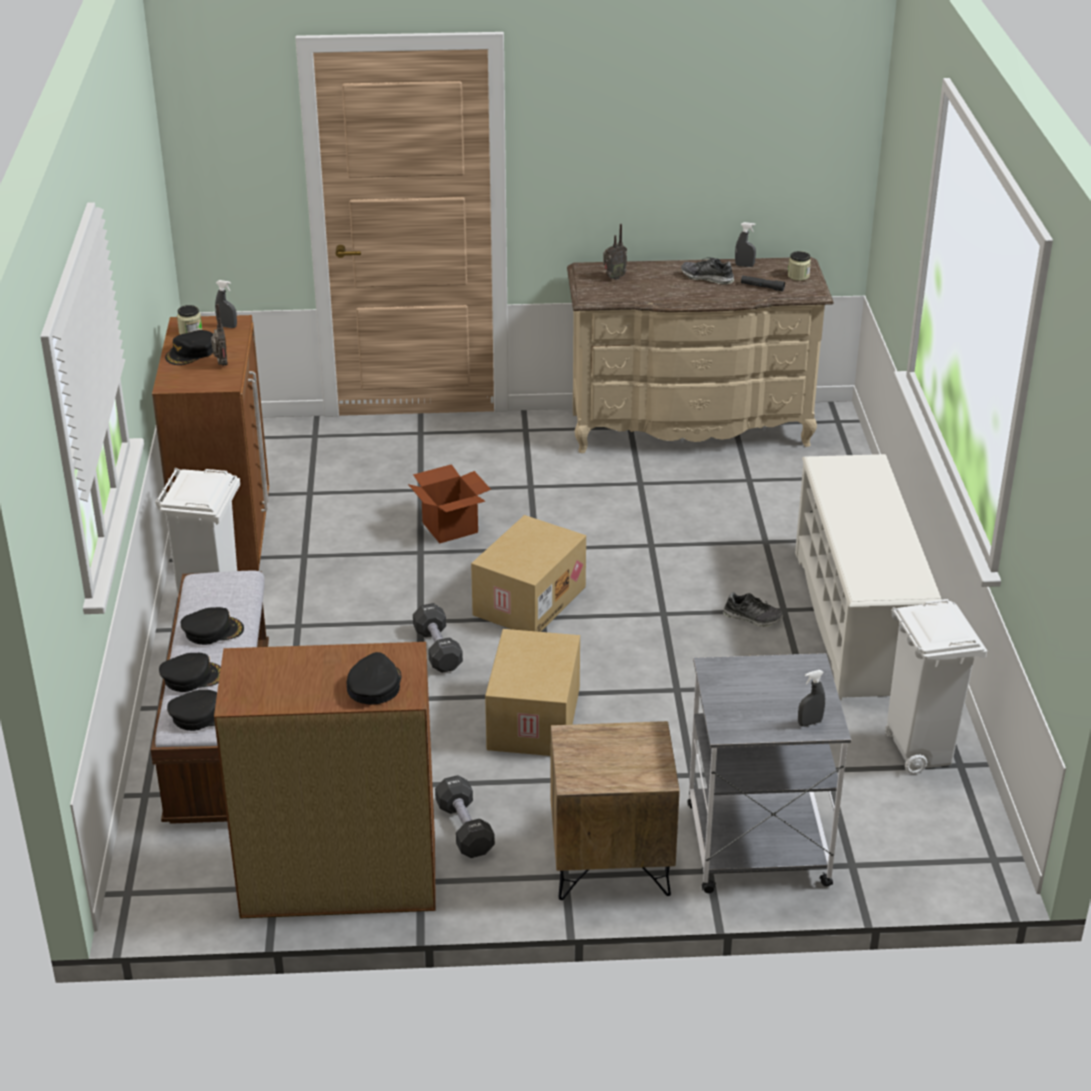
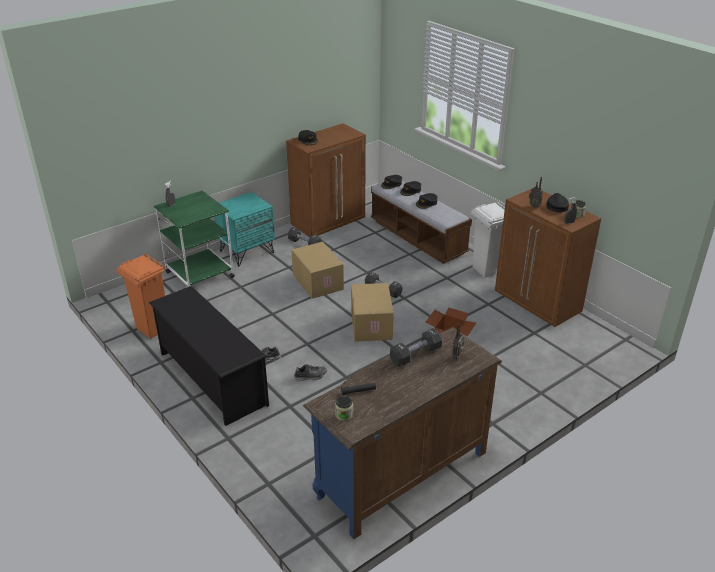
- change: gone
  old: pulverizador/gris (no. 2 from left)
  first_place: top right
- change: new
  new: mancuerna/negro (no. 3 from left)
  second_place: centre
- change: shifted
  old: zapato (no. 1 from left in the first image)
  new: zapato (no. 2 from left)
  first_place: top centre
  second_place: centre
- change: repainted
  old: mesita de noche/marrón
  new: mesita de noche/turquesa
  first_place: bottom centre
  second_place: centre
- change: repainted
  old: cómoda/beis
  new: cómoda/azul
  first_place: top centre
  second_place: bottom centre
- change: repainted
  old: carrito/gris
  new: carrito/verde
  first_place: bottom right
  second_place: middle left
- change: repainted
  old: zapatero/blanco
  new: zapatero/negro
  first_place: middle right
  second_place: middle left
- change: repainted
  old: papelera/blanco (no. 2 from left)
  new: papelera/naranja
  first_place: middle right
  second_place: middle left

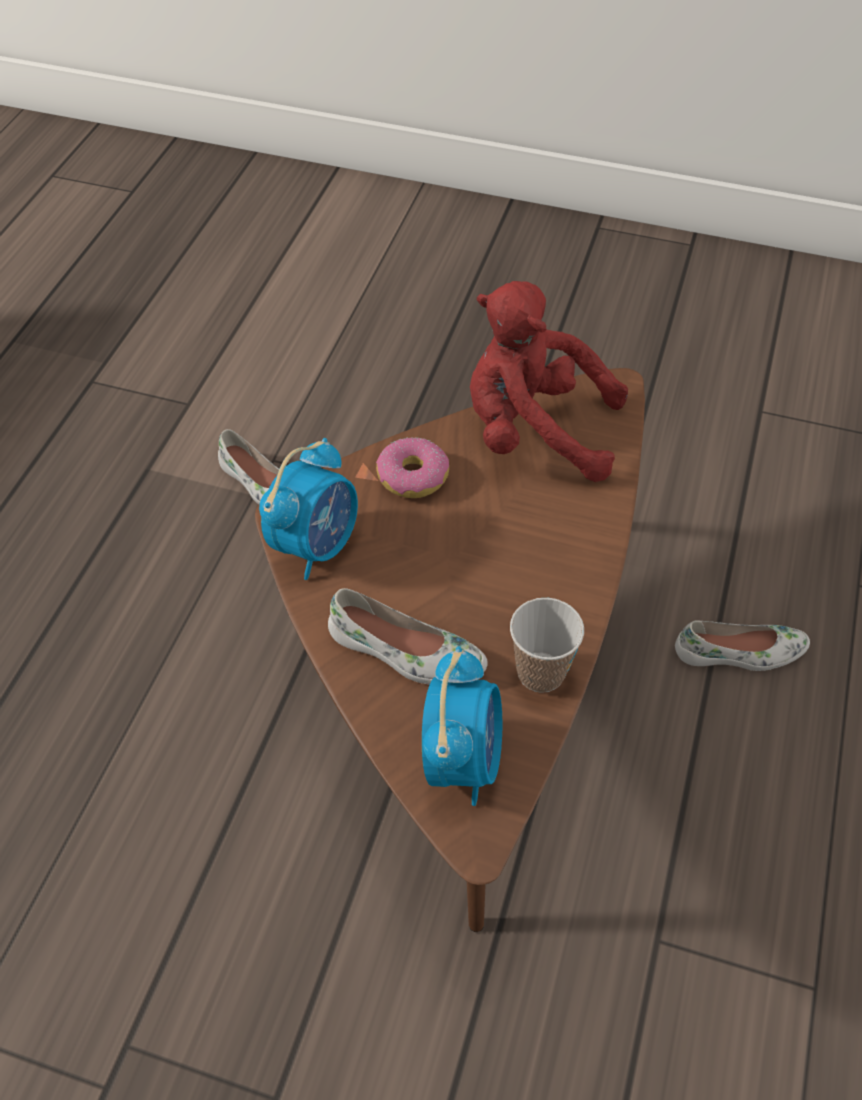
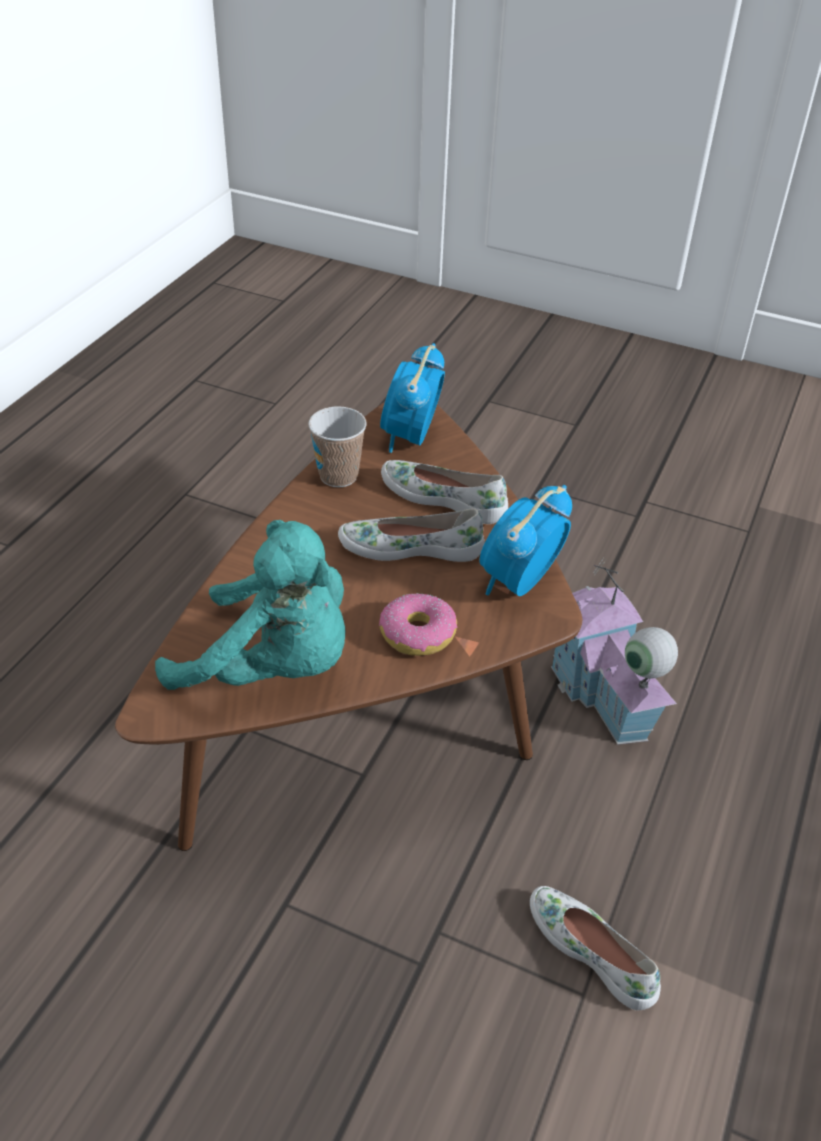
- change: new
  new: casita
  second_place: middle right
- change: shifted
  old: zapato/blanco (no. 3 from left in the first image)
  new: zapato/blanco (no. 1 from left)
  first_place: middle right
  second_place: centre
- change: repainted
  old: peluche/rojo
  new: peluche/turquesa
  first_place: centre
  second_place: middle left

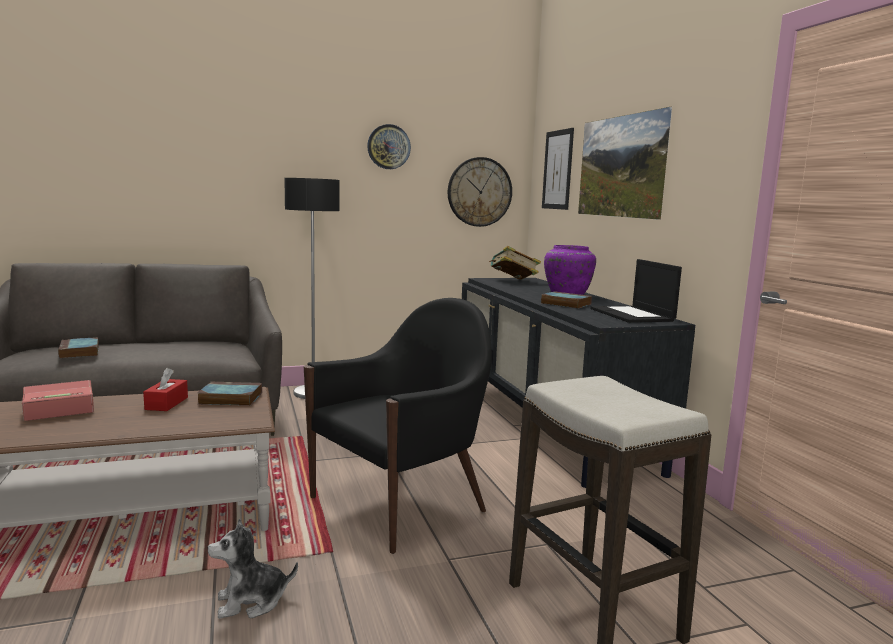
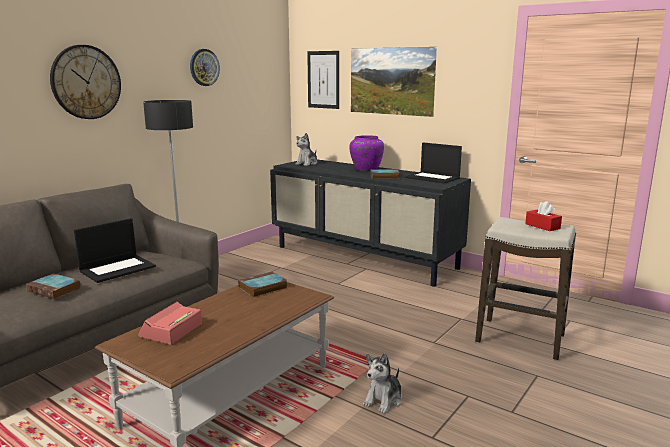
- change: gone
  old: sillón/negro
  first_place: centre
- change: new
  new: portátil (no. 1 from left)
  second_place: middle left
- change: shifted
  old: caja de pañuelos/rojo
  first_place: middle left
  second_place: middle right
- change: shifted
  old: reloj de pared (no. 2 from left in the first image)
  new: reloj de pared (no. 1 from left)
  first_place: top centre
  second_place: top left
- change: swapped
  old: libro (no. 3 from left)
  new: peluche (no. 1 from left)
  first_place: centre
  second_place: centre

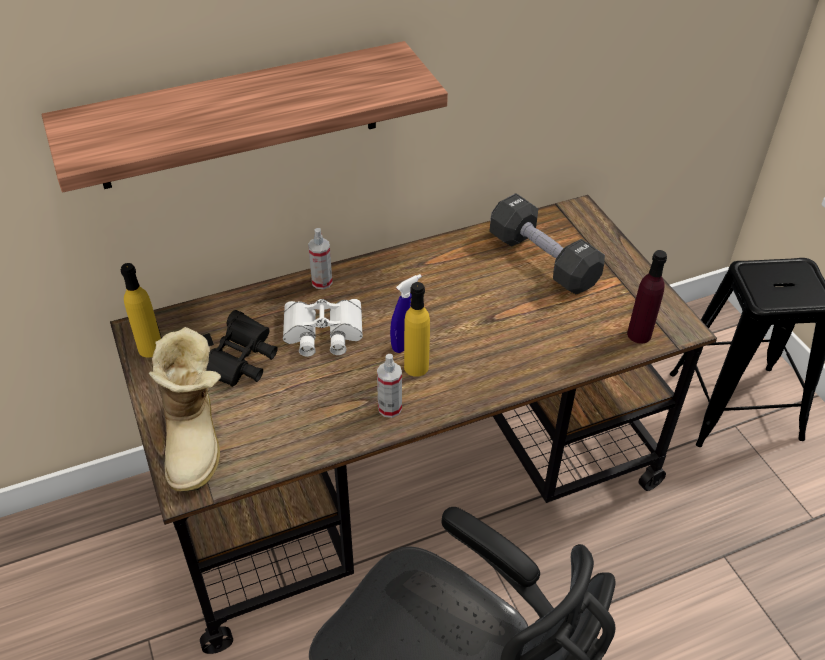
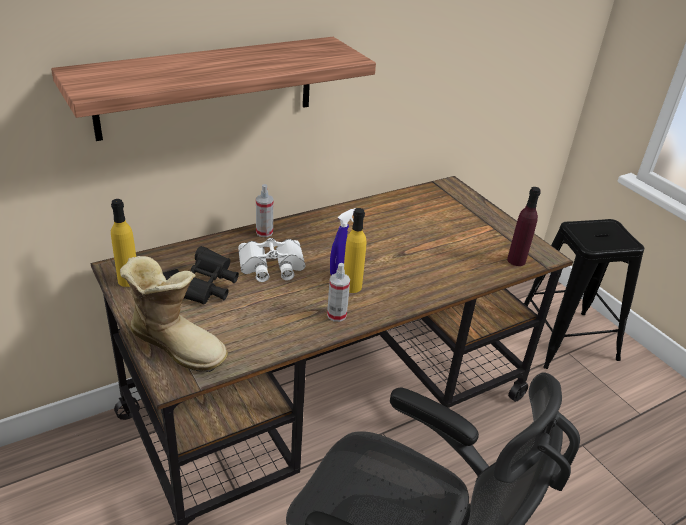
- change: gone
  old: mancuerna/negro
  first_place: centre
- change: rotated
  old: bota
  first_place: middle left
  second_place: middle left
  degrees: -45

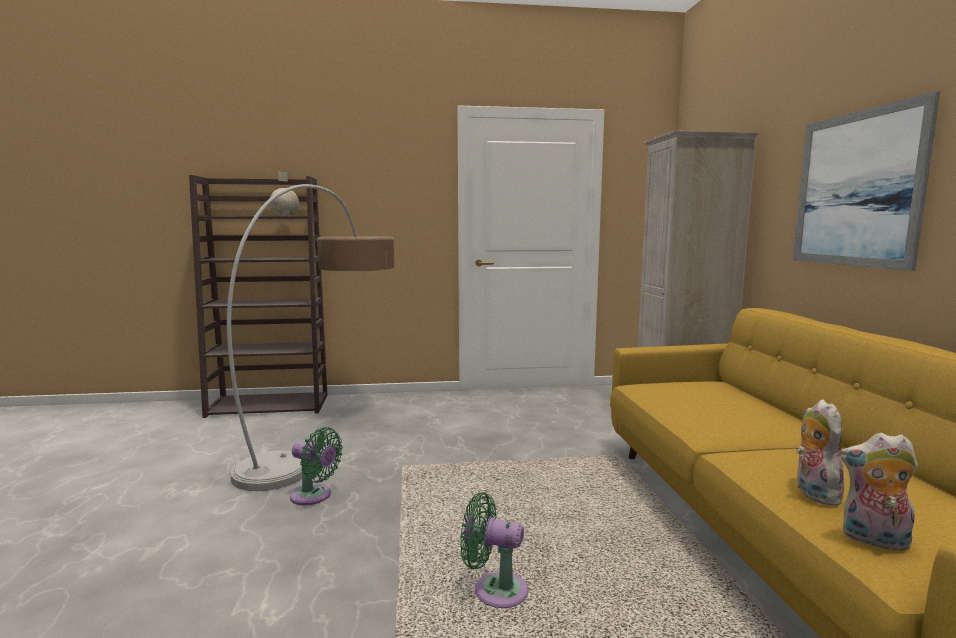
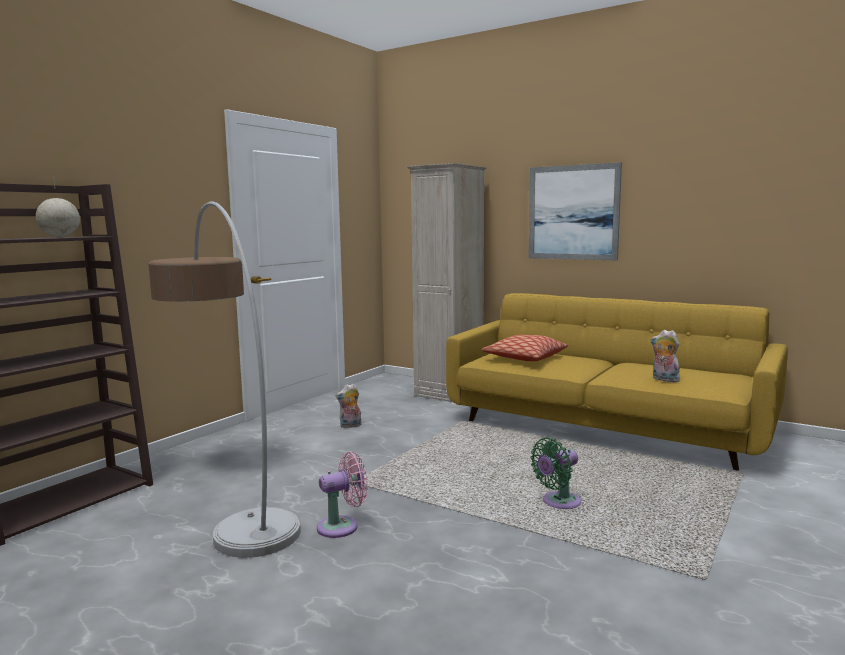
- change: new
  new: cojín
  second_place: centre
- change: shifted
  old: peluche (no. 2 from left in the first image)
  new: peluche (no. 1 from left)
  first_place: bottom right
  second_place: centre
- change: repainted
  old: ventilador/verde (no. 1 from left)
  new: ventilador/rosa
  first_place: bottom left
  second_place: bottom centre

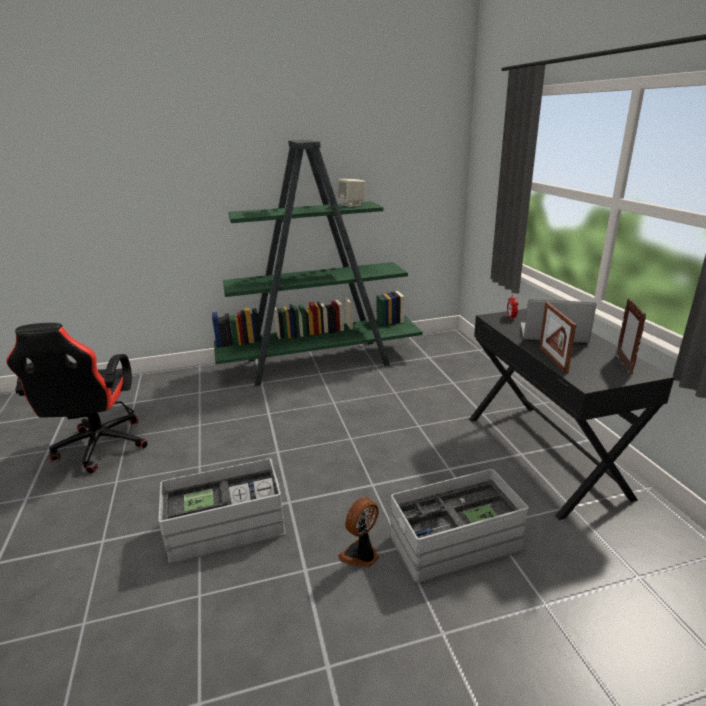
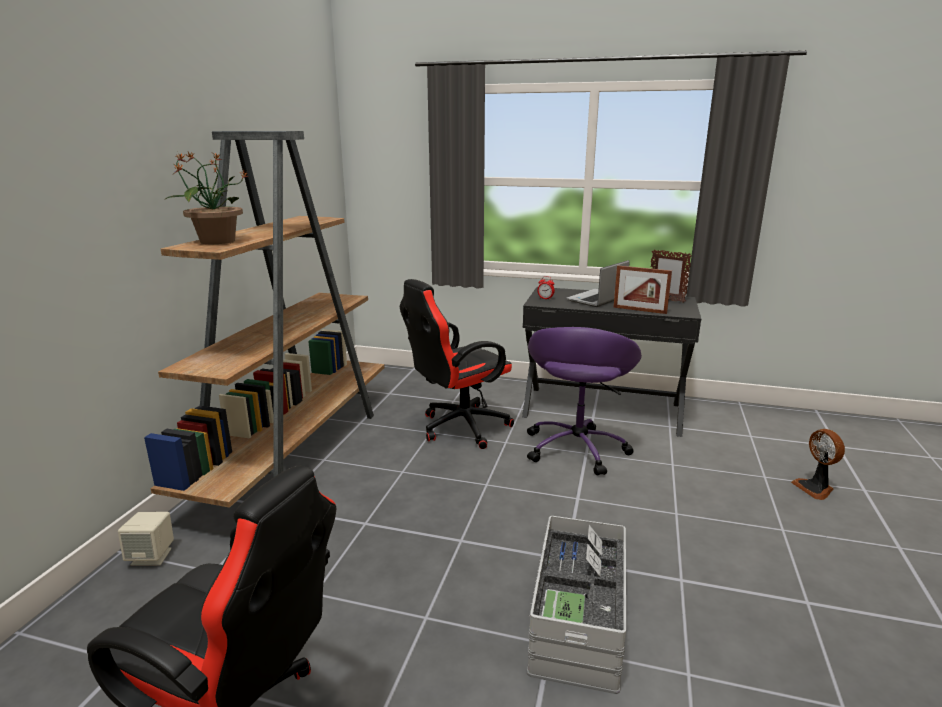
- change: gone
  old: caja de almacenaje/gris (no. 2 from left)
  first_place: bottom centre
- change: new
  new: planta en maceta
  second_place: top left
- change: new
  new: silla de oficina/negro (no. 2 from left)
  second_place: centre
- change: new
  new: silla de oficina/morado
  second_place: centre
- change: shifted
  old: altavoz/beis
  first_place: top centre
  second_place: bottom left
- change: shifted
  old: ventilador
  first_place: bottom centre
  second_place: middle right
- change: repainted
  old: estantería/verde
  new: estantería/marrón
  first_place: centre
  second_place: middle left

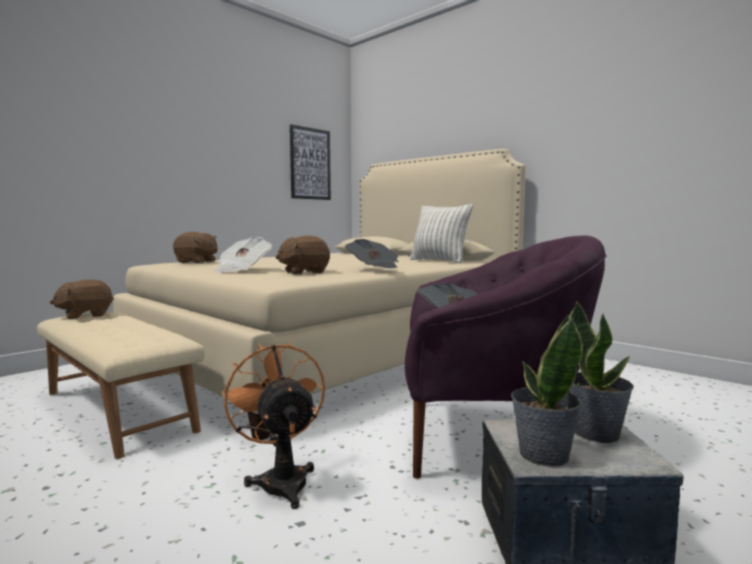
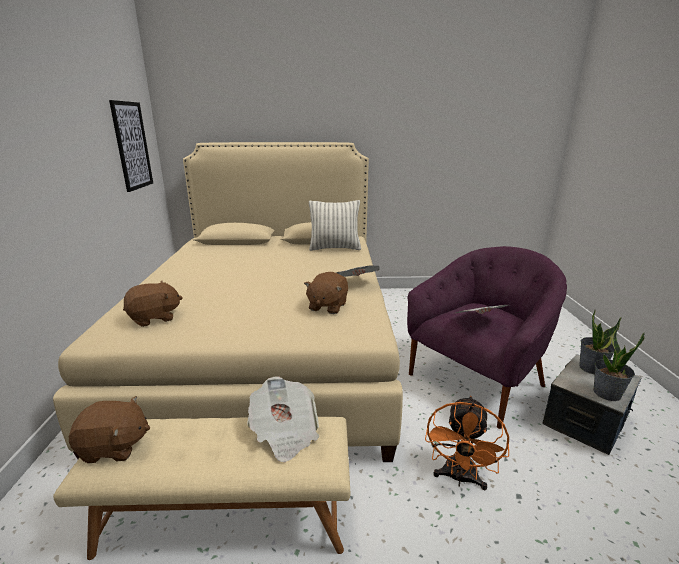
- change: shifted
  old: periódico (no. 1 from left)
  first_place: middle left
  second_place: bottom centre
- change: rotated
  old: peluche/marrón (no. 1 from left)
  first_place: middle left
  second_place: bottom left
  degrees: -105
- change: rotated
  old: ventilador/naranja
  first_place: bottom centre
  second_place: bottom right
  degrees: -90

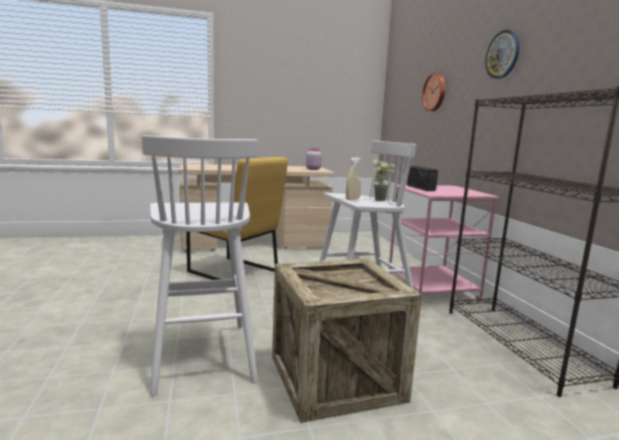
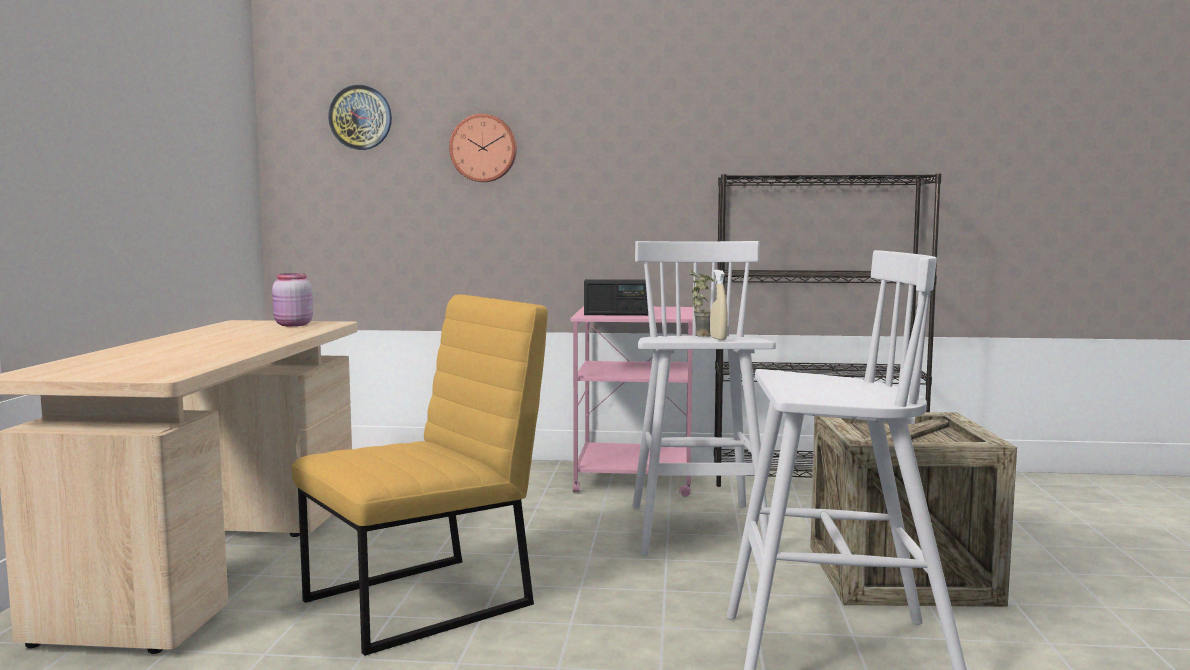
- change: shifted
  old: reloj de pared (no. 2 from left in the first image)
  new: reloj de pared (no. 1 from left)
  first_place: top right
  second_place: top left

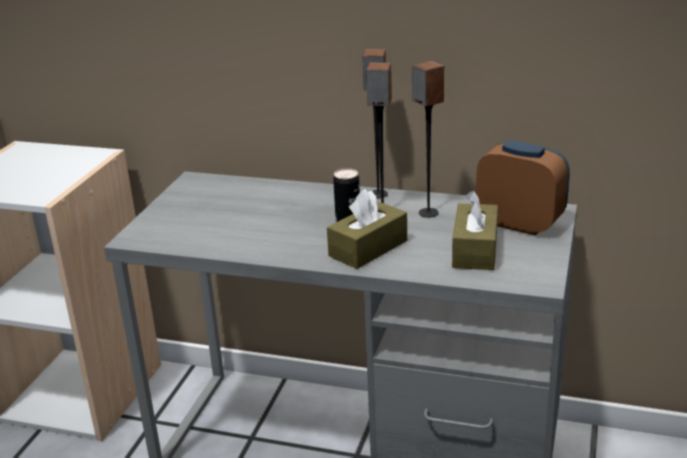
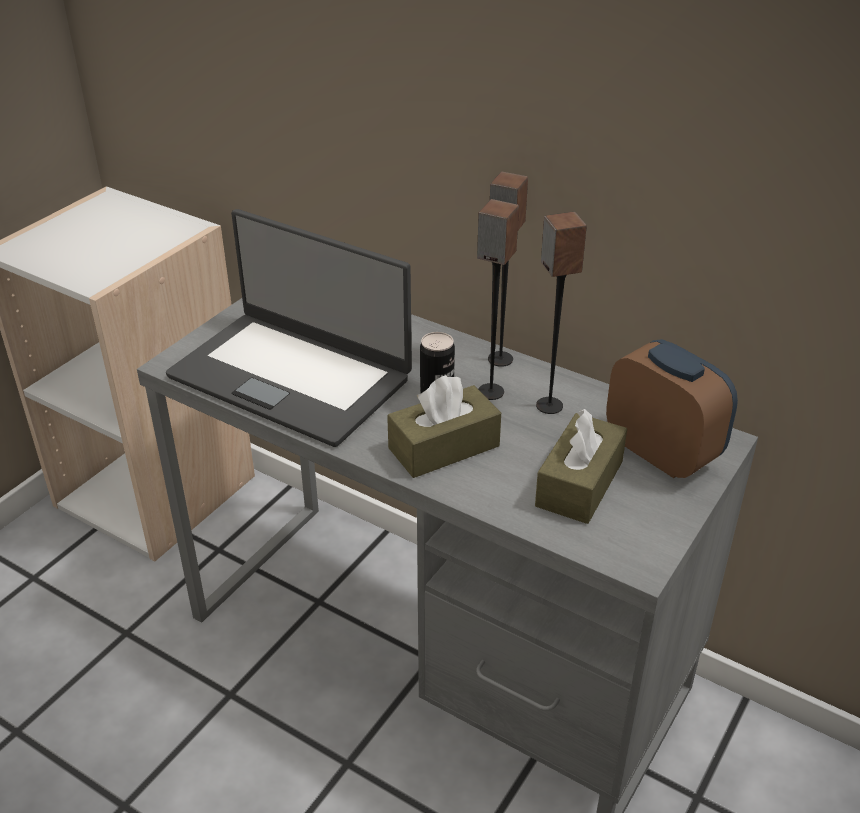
- change: new
  new: portátil
  second_place: centre

